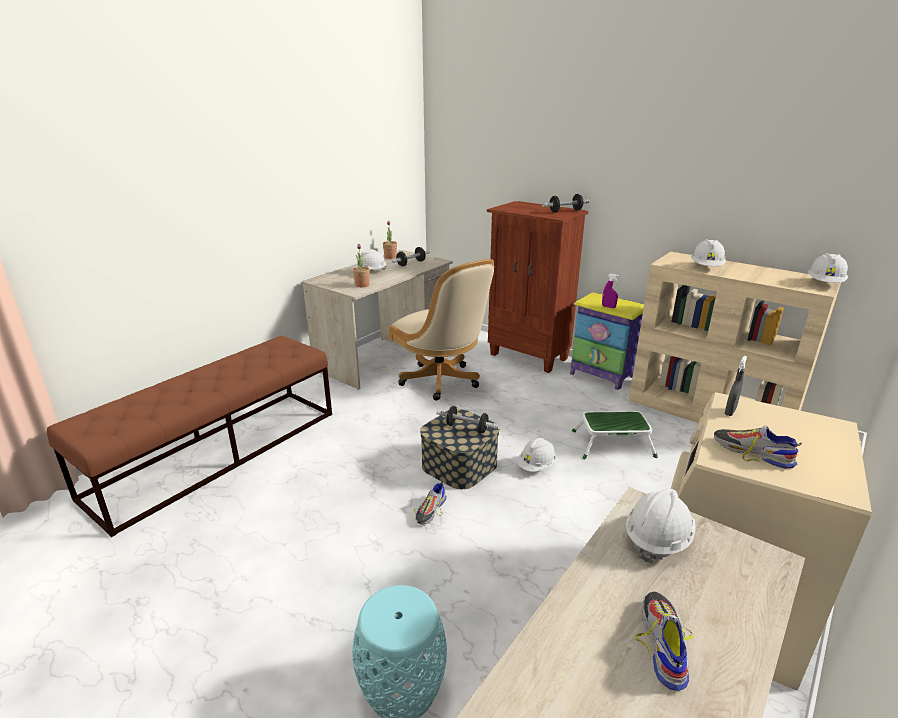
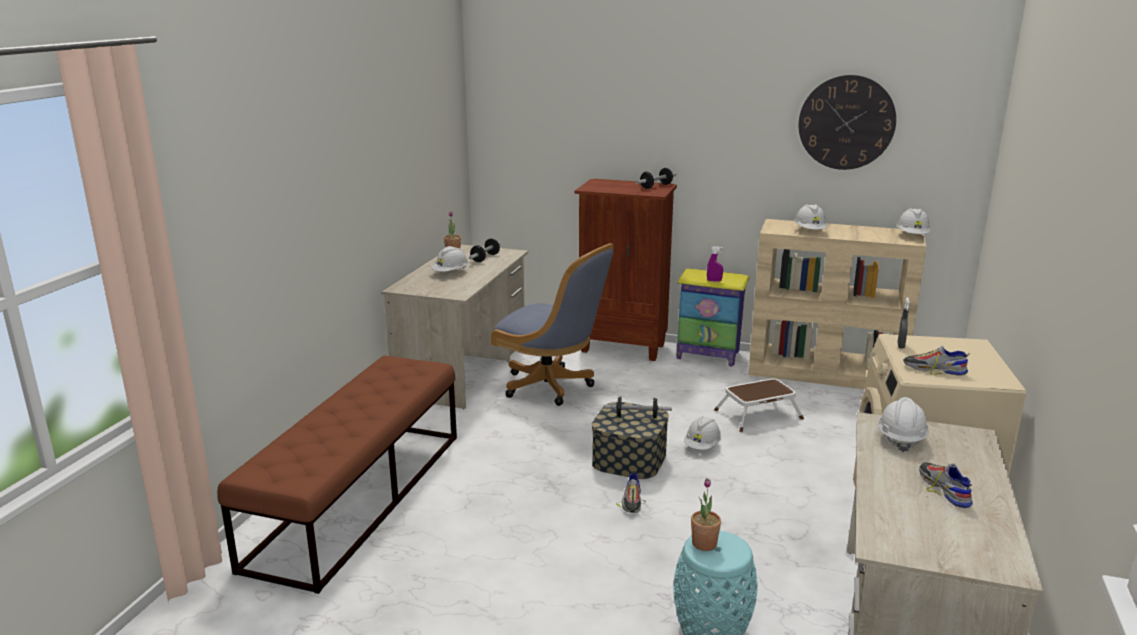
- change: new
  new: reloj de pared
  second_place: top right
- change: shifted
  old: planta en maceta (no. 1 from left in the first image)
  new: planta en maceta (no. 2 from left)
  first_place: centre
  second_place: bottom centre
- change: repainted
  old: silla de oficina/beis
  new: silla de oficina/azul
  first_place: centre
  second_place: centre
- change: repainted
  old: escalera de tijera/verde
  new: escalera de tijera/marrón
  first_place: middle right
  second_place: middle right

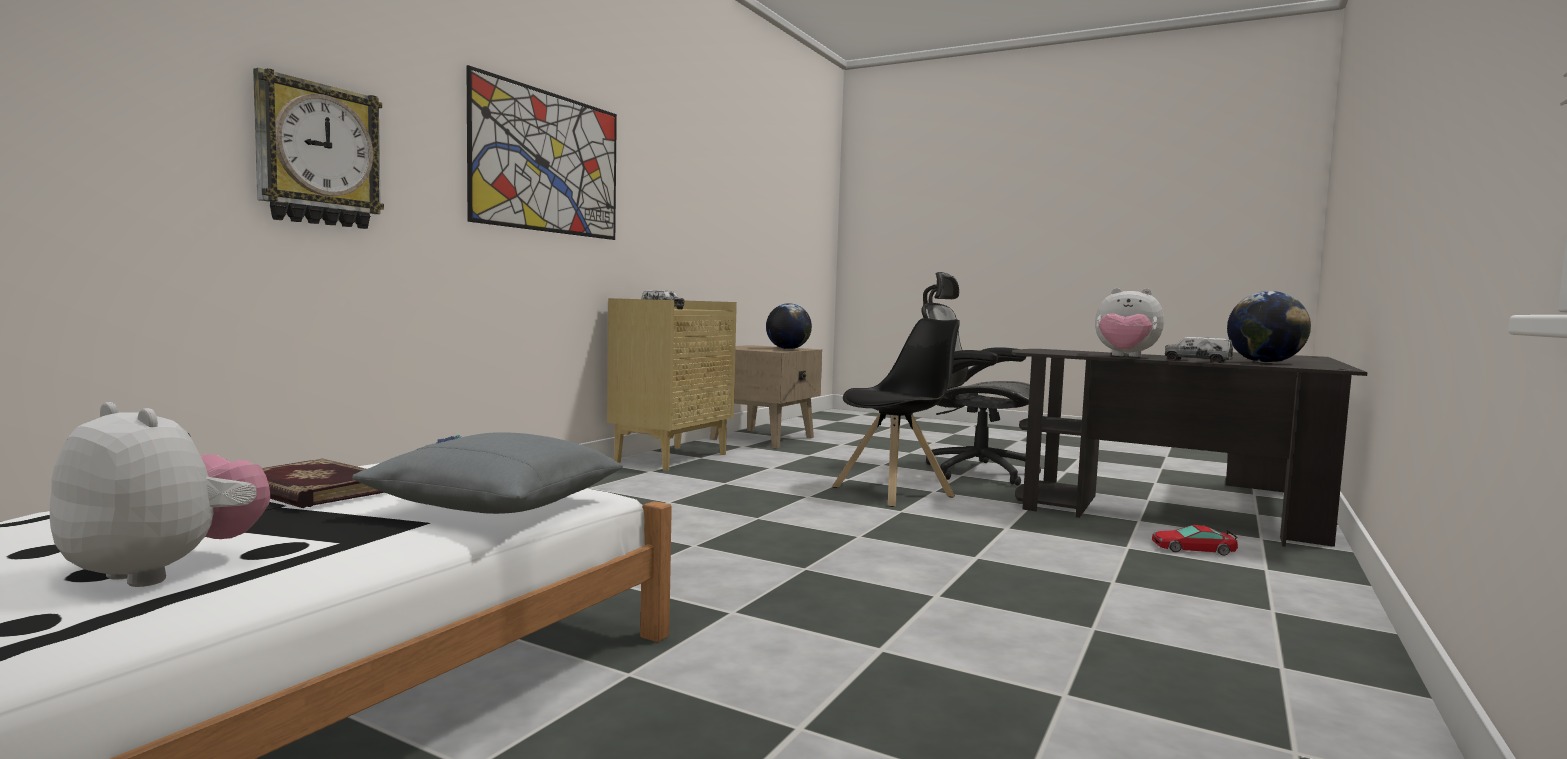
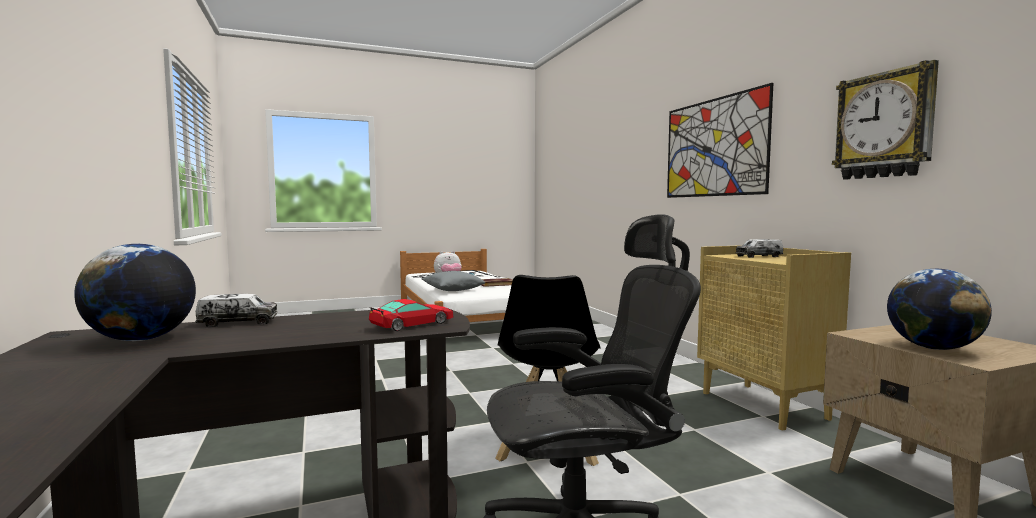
- change: gone
  old: peluche (no. 2 from left)
  first_place: middle right
- change: shifted
  old: reloj de pared
  first_place: top left
  second_place: top right
- change: shifted
  old: coche de juguete
  first_place: bottom right
  second_place: centre

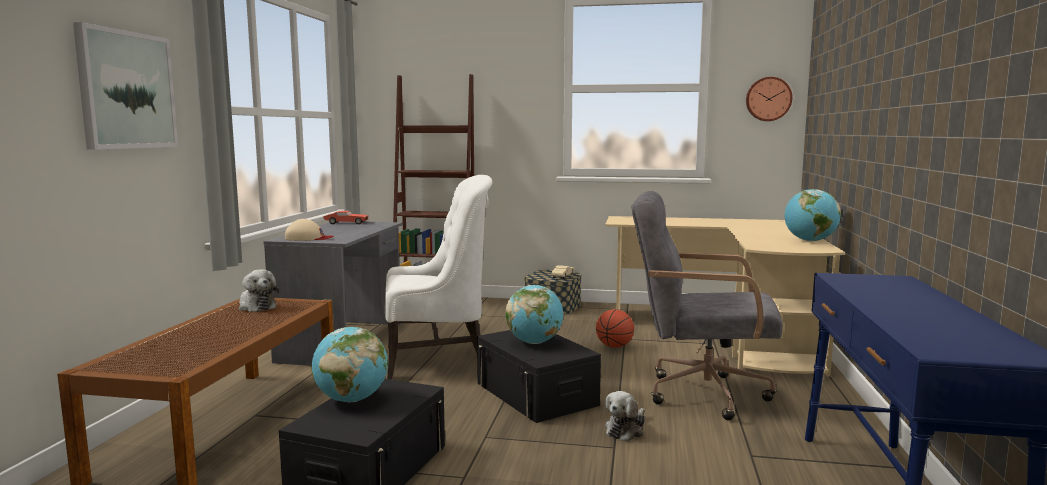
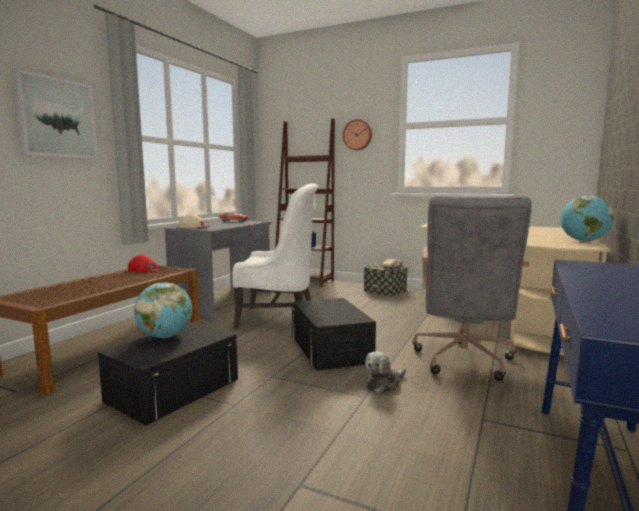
- change: gone
  old: globo terráqueo (no. 2 from left)
  first_place: centre
- change: gone
  old: balón de baloncesto
  first_place: bottom centre
- change: shifted
  old: reloj de pared
  first_place: top right
  second_place: top centre
- change: swapped
  old: peluche (no. 1 from left)
  new: gorra/rojo
  first_place: middle left
  second_place: middle left
- change: rotated
  old: silla de oficina/gris
  first_place: middle right
  second_place: middle right
  degrees: -105

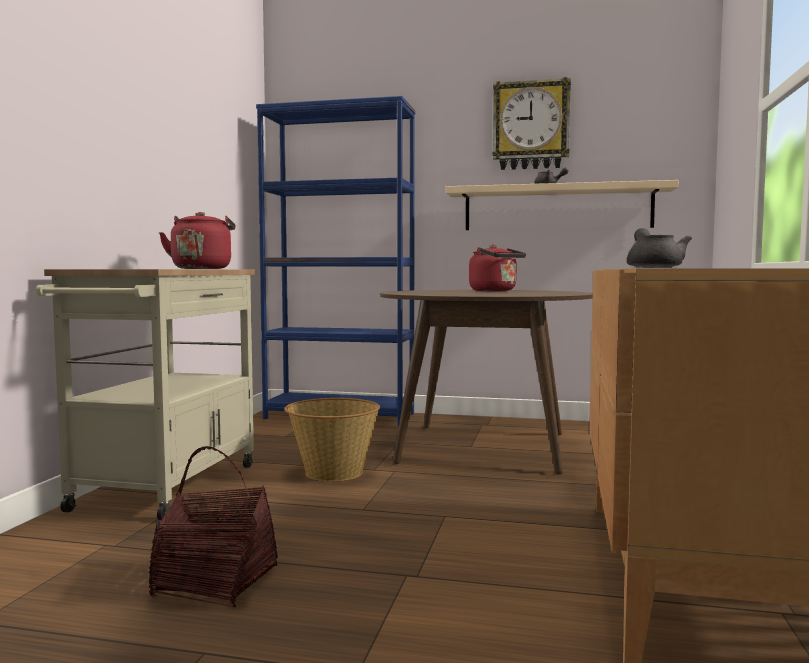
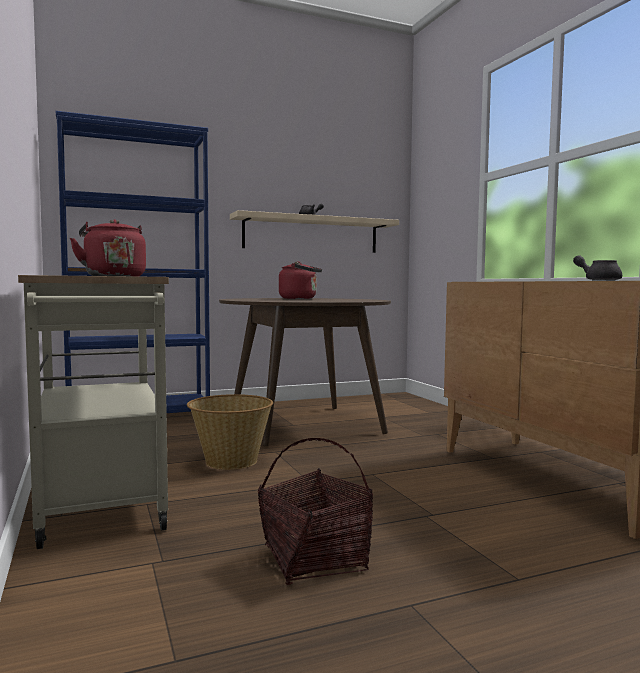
- change: gone
  old: reloj de pared
  first_place: top centre

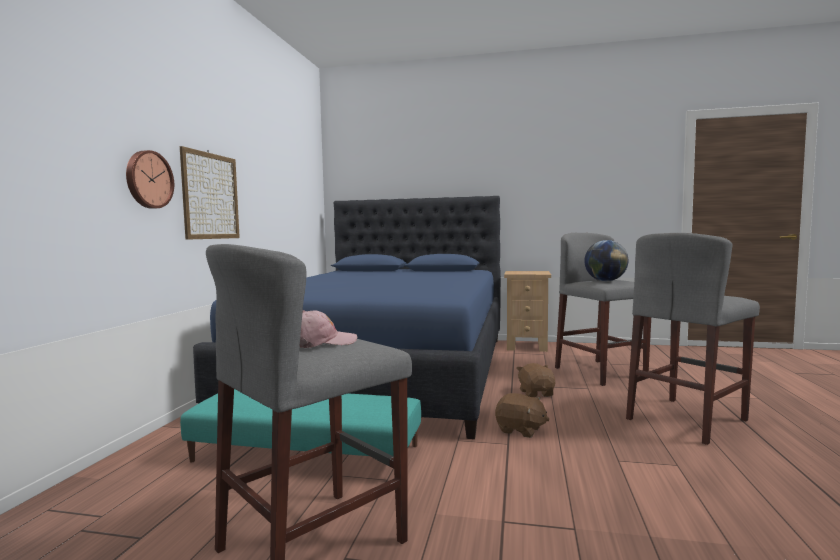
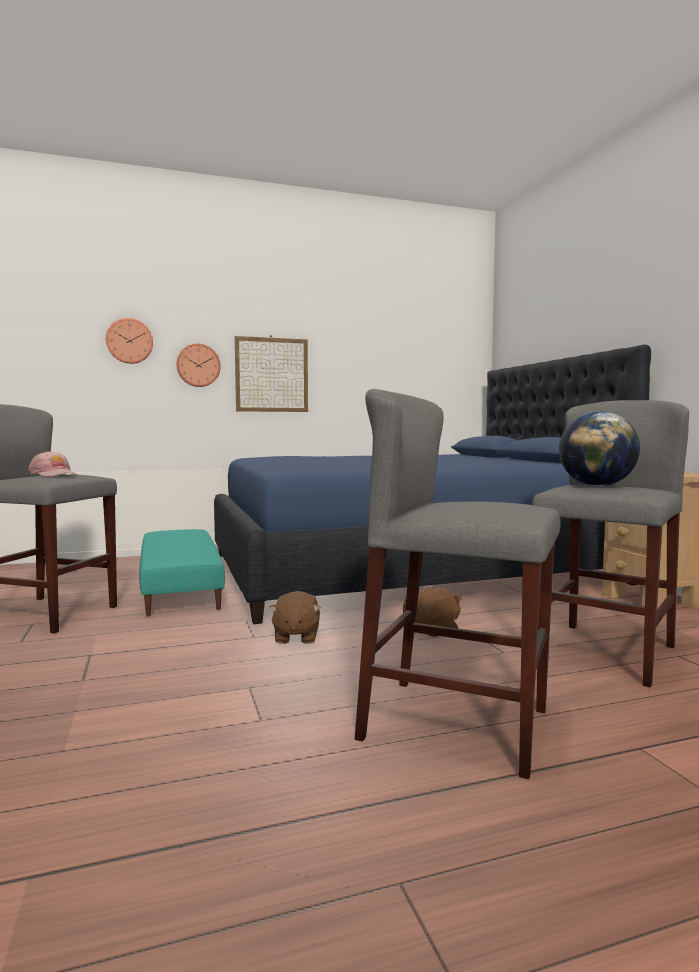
- change: new
  new: reloj de pared (no. 1 from left)
  second_place: middle left

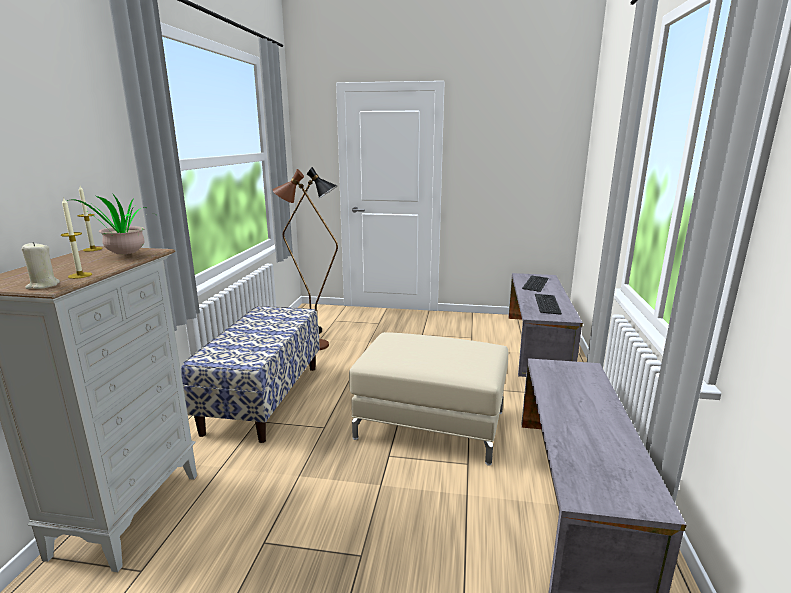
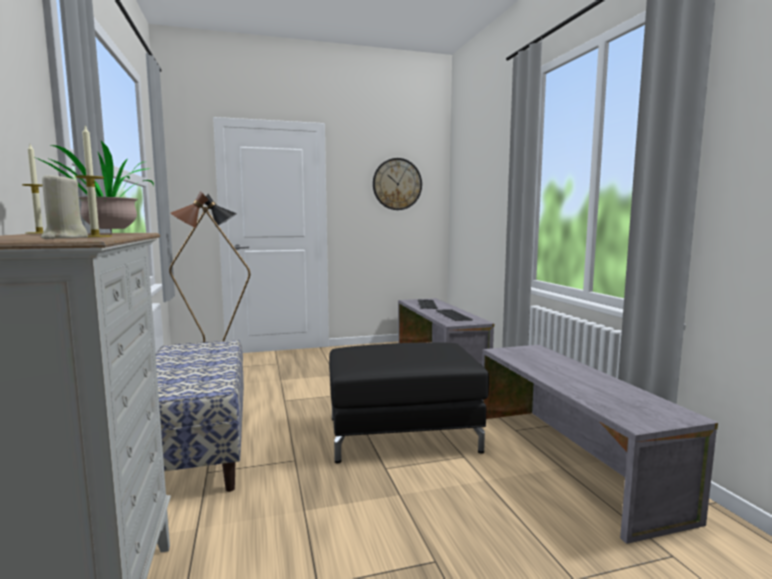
- change: new
  new: reloj de pared
  second_place: top centre
- change: repainted
  old: puf/beis
  new: puf/negro
  first_place: bottom centre
  second_place: bottom centre

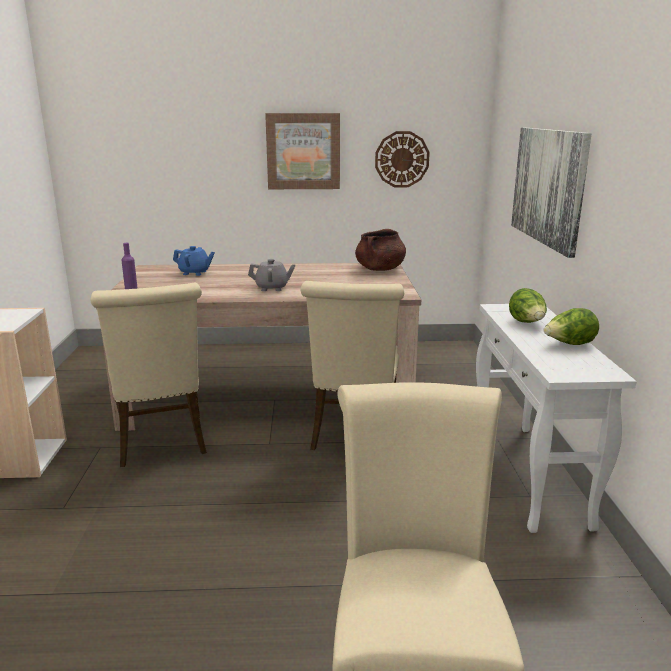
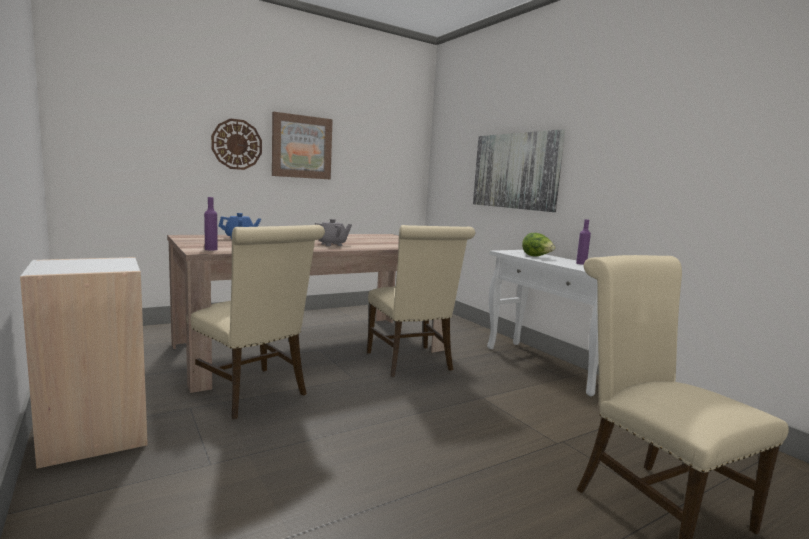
- change: gone
  old: olla/marrón
  first_place: centre
- change: shifted
  old: reloj de pared
  first_place: top centre
  second_place: top left
- change: swapped
  old: lechuga (no. 2 from left)
  new: botella/morado (no. 2 from left)
  first_place: middle right
  second_place: middle right

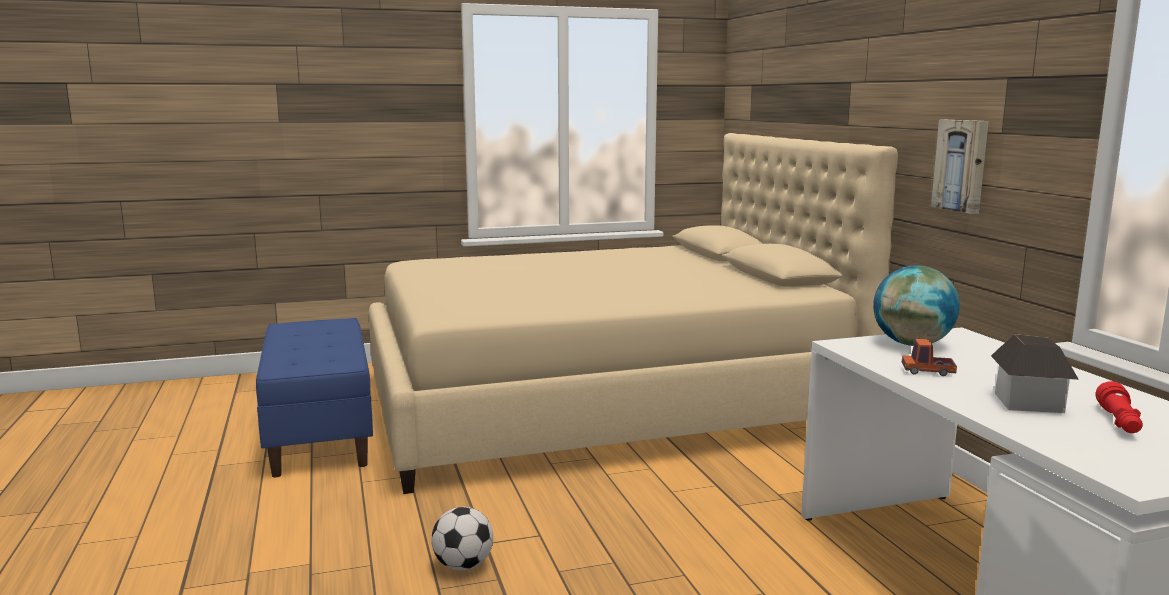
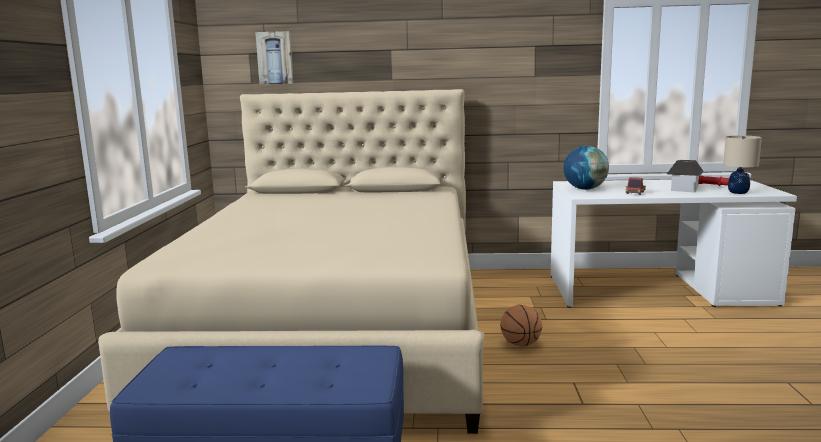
- change: gone
  old: balón de fútbol
  first_place: bottom centre
- change: new
  new: balón de baloncesto
  second_place: bottom centre
- change: new
  new: lámpara de mesa/beis
  second_place: middle right
- change: shifted
  old: cuadro
  first_place: top right
  second_place: top centre

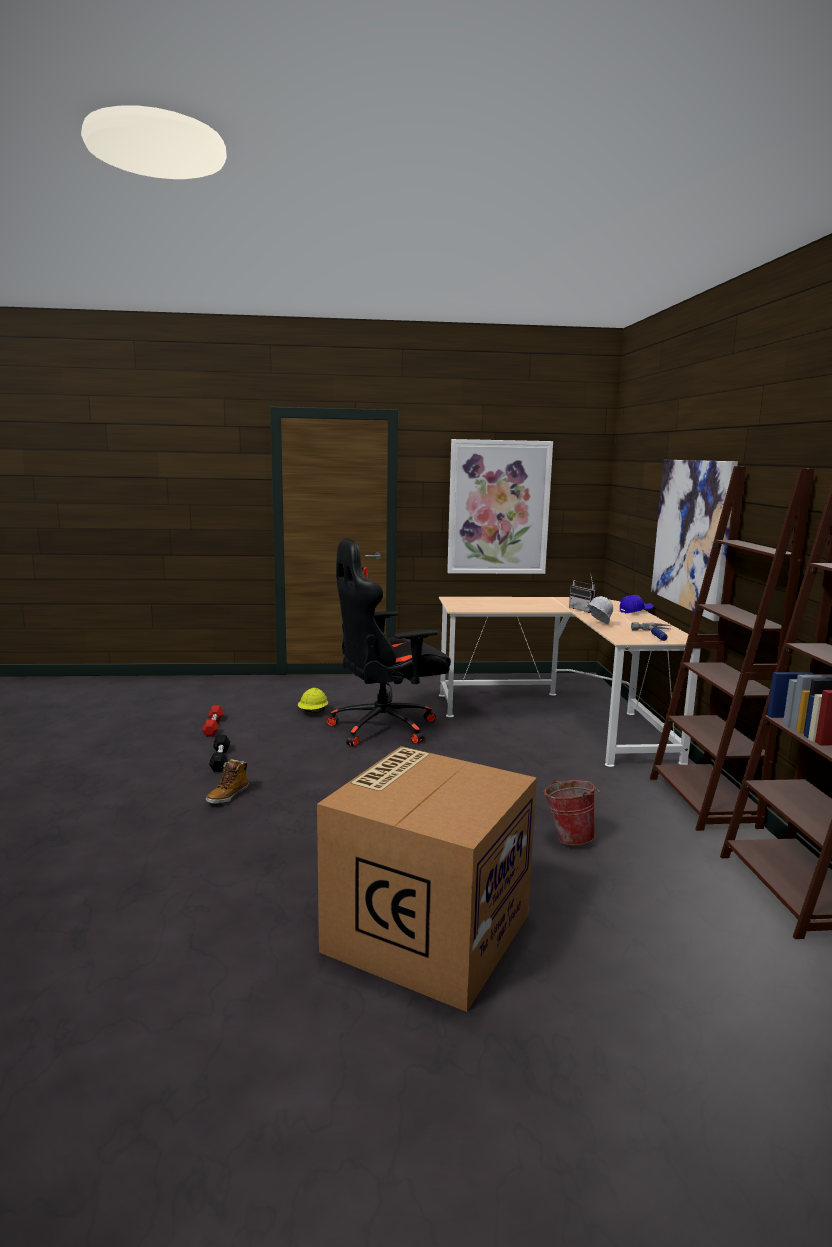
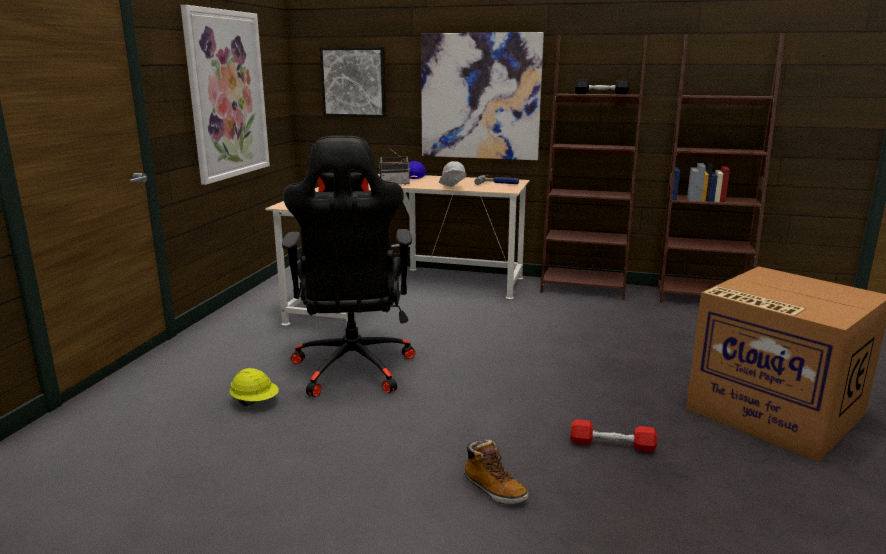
- change: gone
  old: cubo
  first_place: middle right
- change: new
  new: cuadro (no. 2 from left)
  second_place: top centre
- change: shifted
  old: mancuerna/rojo
  first_place: middle left
  second_place: bottom right
- change: shifted
  old: mancuerna/negro
  first_place: middle left
  second_place: top right

